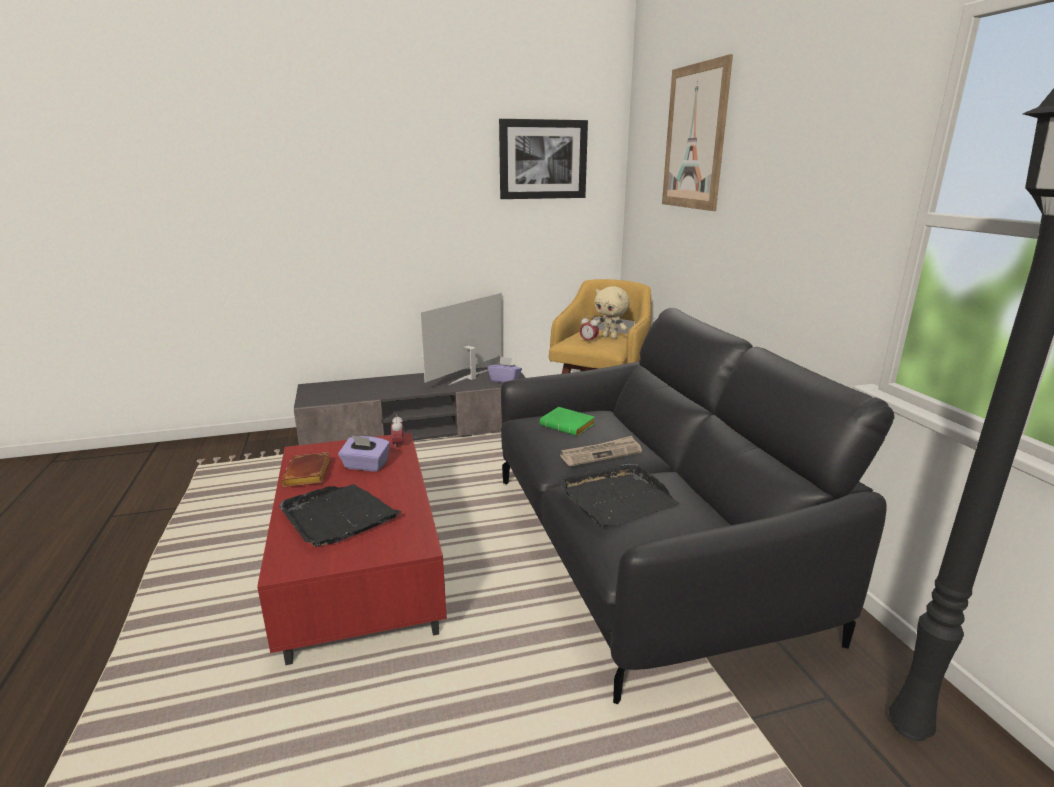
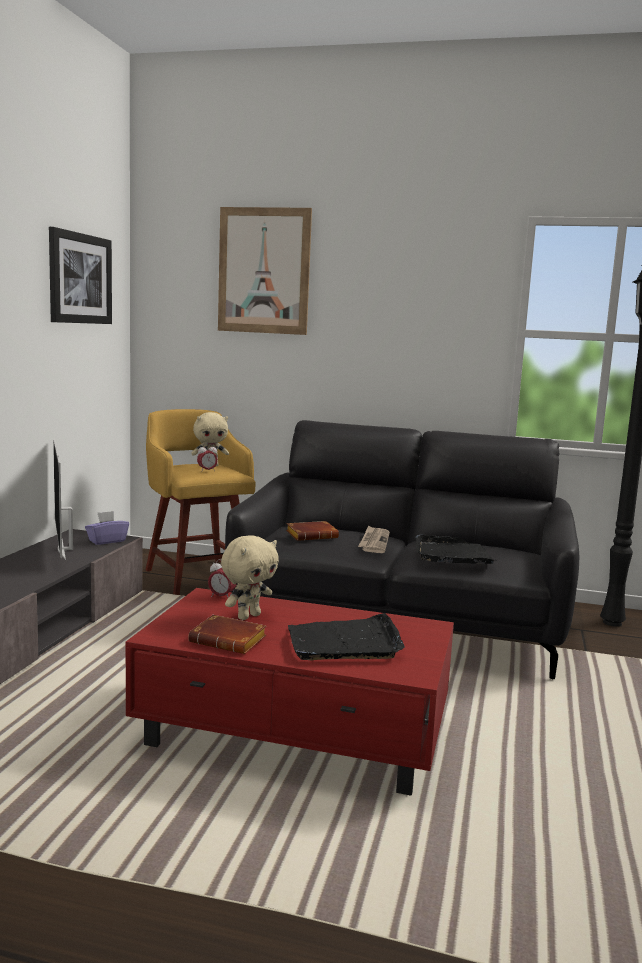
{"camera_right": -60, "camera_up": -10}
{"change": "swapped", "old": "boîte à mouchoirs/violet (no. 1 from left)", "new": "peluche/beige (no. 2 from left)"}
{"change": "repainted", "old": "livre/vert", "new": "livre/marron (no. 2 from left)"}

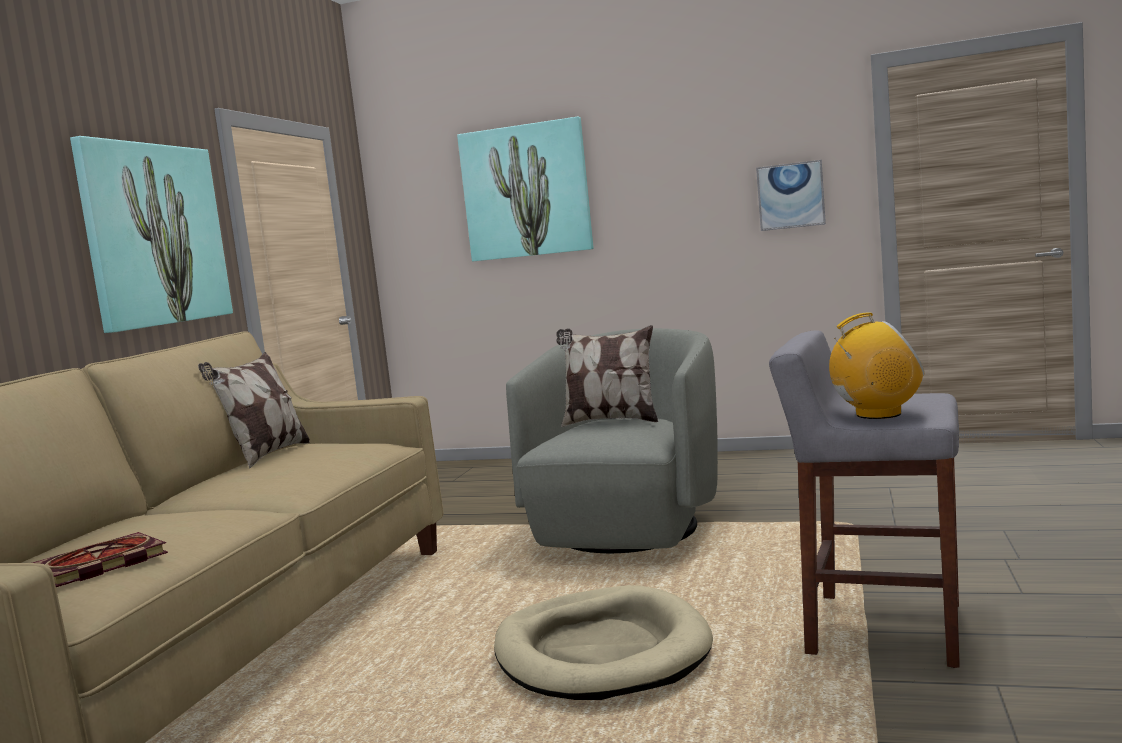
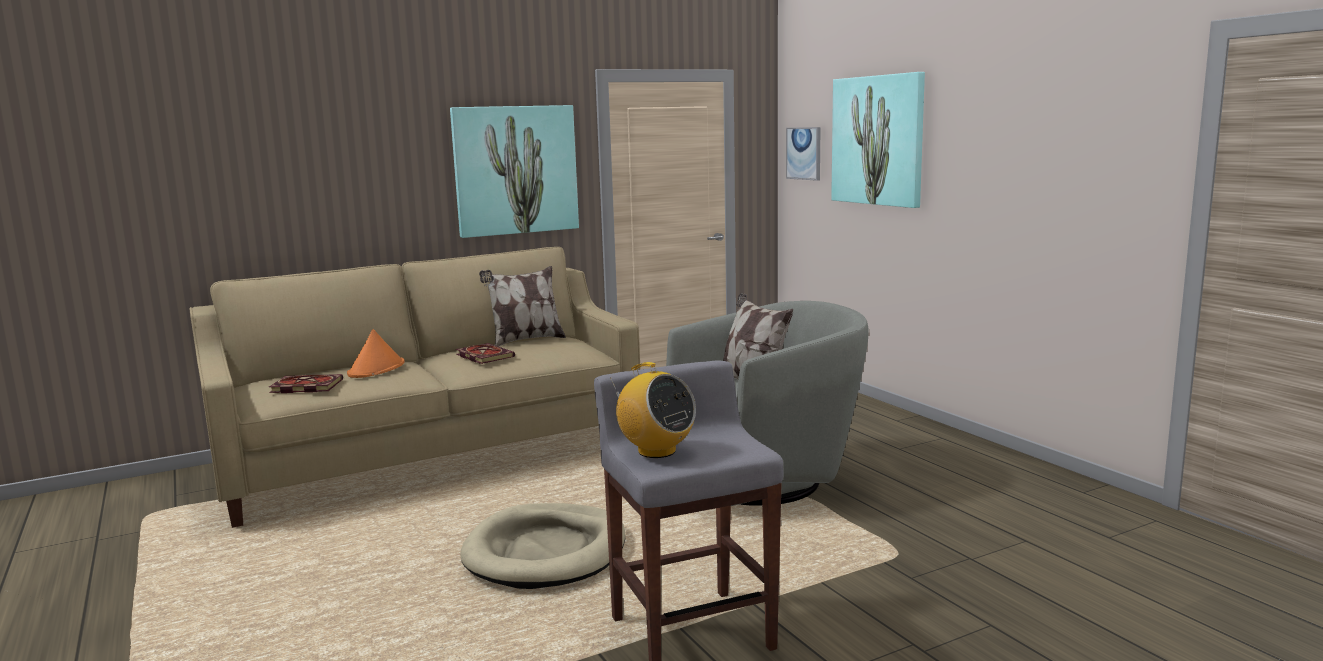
{"camera_right": 45, "camera_up": 5}
{"change": "new", "new": "chapeau/orange"}
{"change": "new", "new": "livre (no. 2 from left)"}
{"change": "shifted", "old": "tableau (no. 3 from left in the first image)", "new": "tableau (no. 2 from left)"}

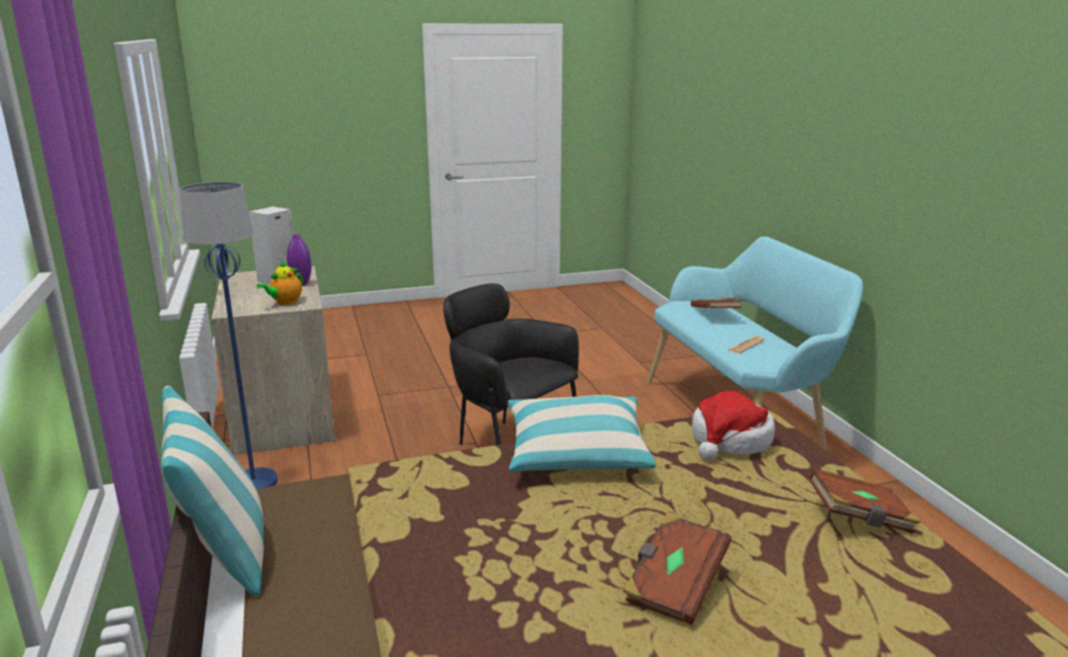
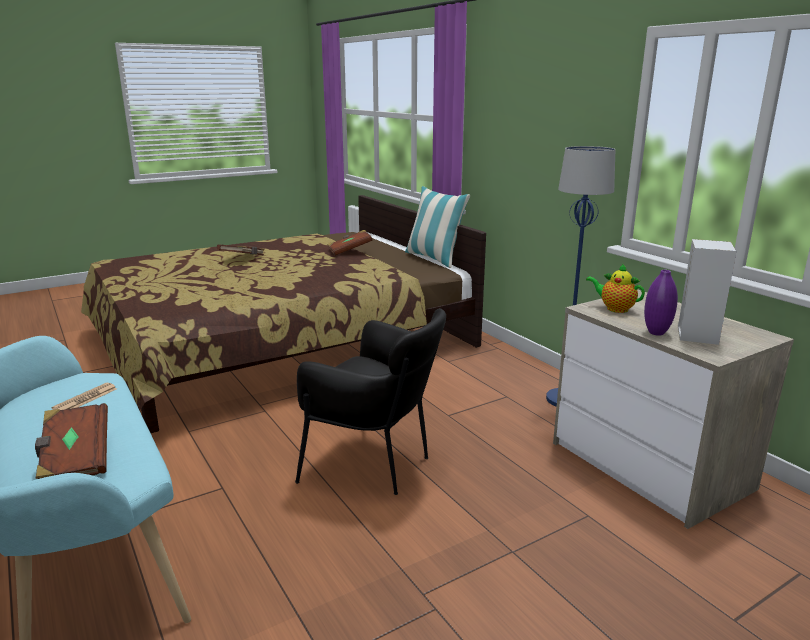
{"camera_right": 165, "camera_up": 0}
{"change": "shifted", "old": "livre/marron (no. 3 from left)"}
{"change": "rotated", "old": "théière", "degrees": -75}
{"change": "gone", "old": "coussin (no. 2 from left)"}
{"change": "gone", "old": "chapeau"}

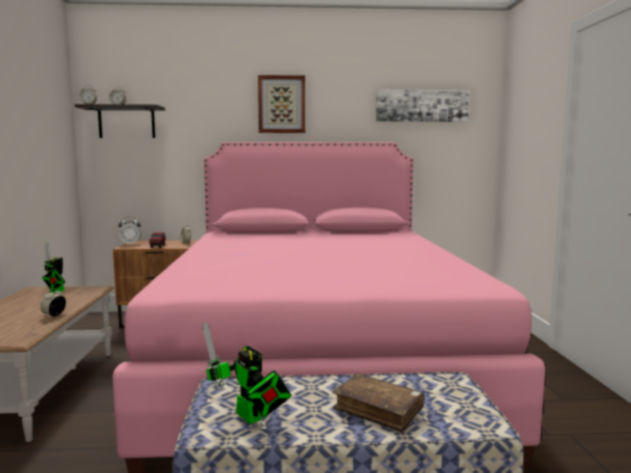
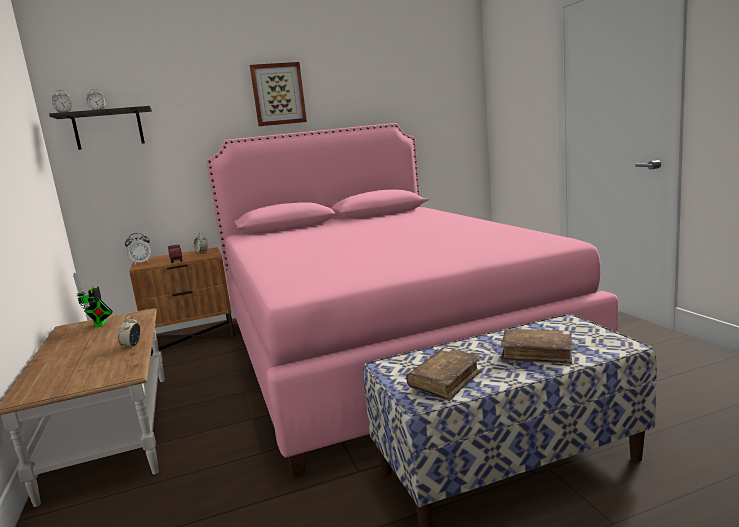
{"camera_right": -15, "camera_up": 5}
{"change": "swapped", "old": "robot jouet (no. 2 from left)", "new": "livre/marron (no. 1 from left)"}
{"change": "gone", "old": "tableau (no. 2 from left)"}

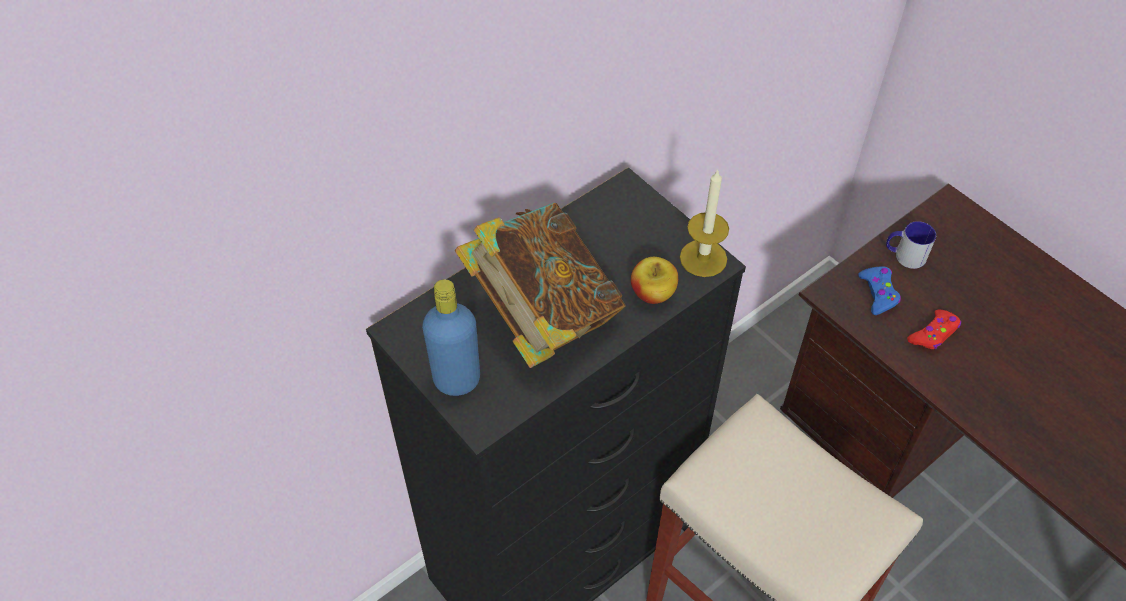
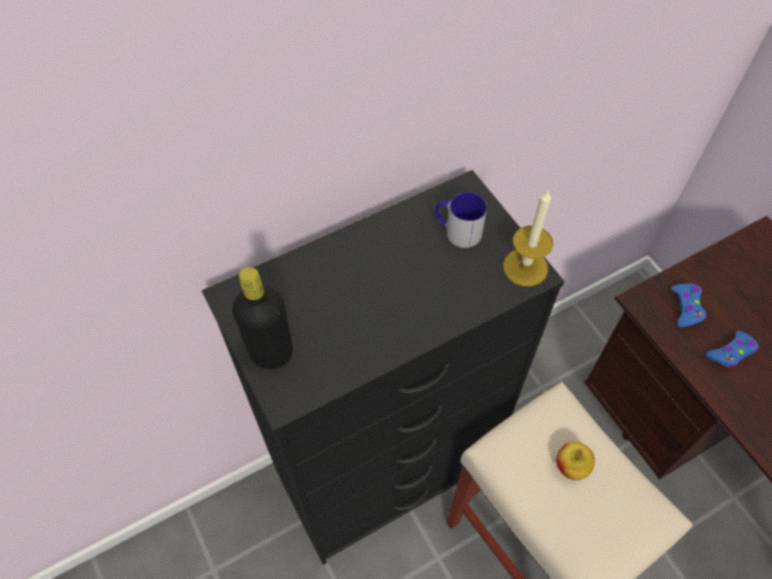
{"camera_right": 10, "camera_up": 5}
{"change": "repainted", "old": "bouteille/bleu", "new": "bouteille/noir"}
{"change": "shifted", "old": "mug"}
{"change": "shifted", "old": "pomme"}
{"change": "repainted", "old": "manette/rouge", "new": "manette/bleu (no. 2 from left)"}
{"change": "gone", "old": "livre"}

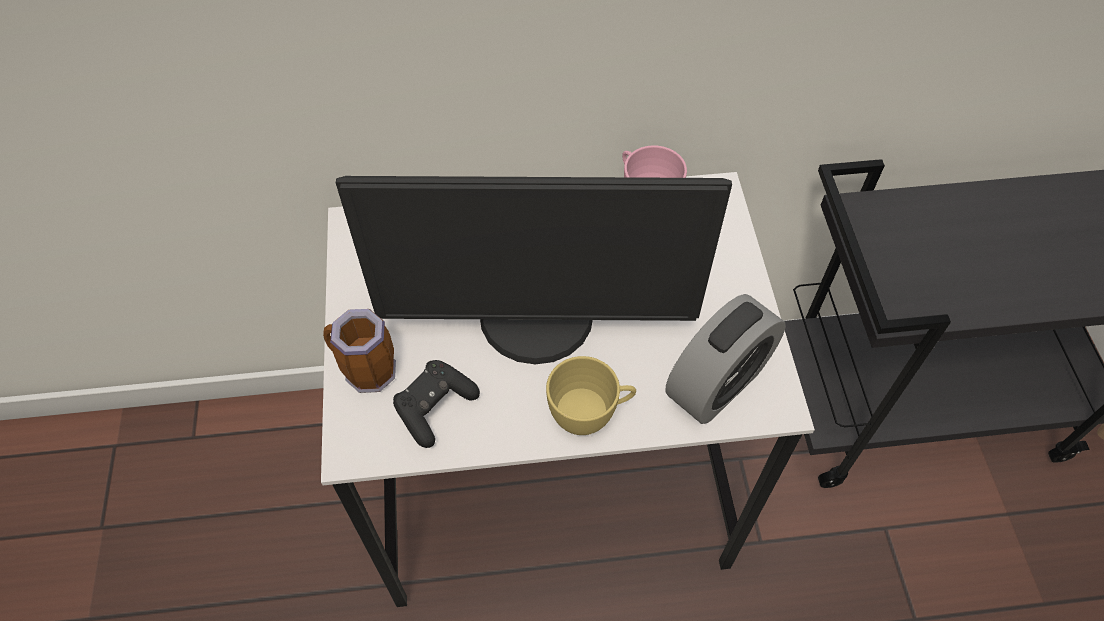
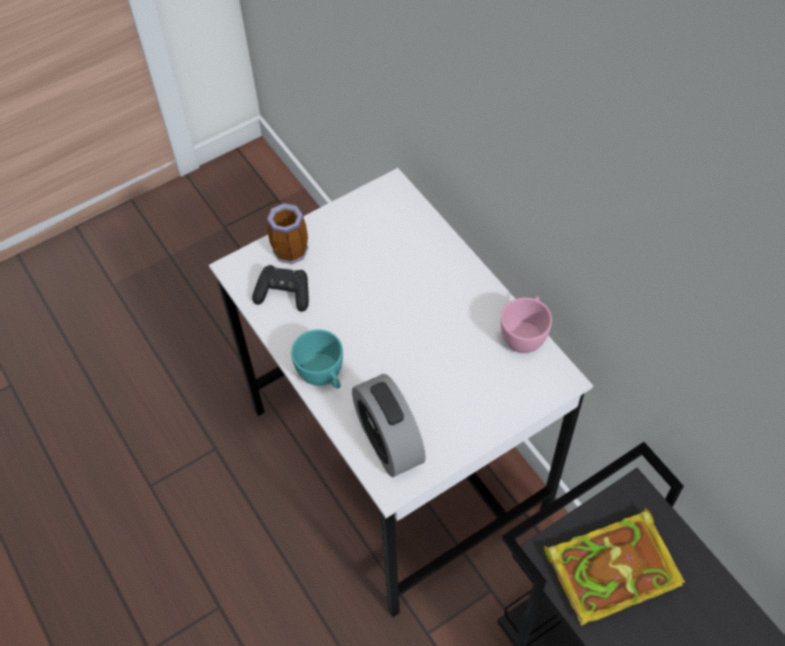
{"camera_right": 65, "camera_up": 0}
{"change": "repainted", "old": "tasse/jaune", "new": "tasse/turquoise"}
{"change": "rotated", "old": "réveil", "degrees": 45}
{"change": "new", "new": "livre"}
{"change": "gone", "old": "écran d'ordinateur"}

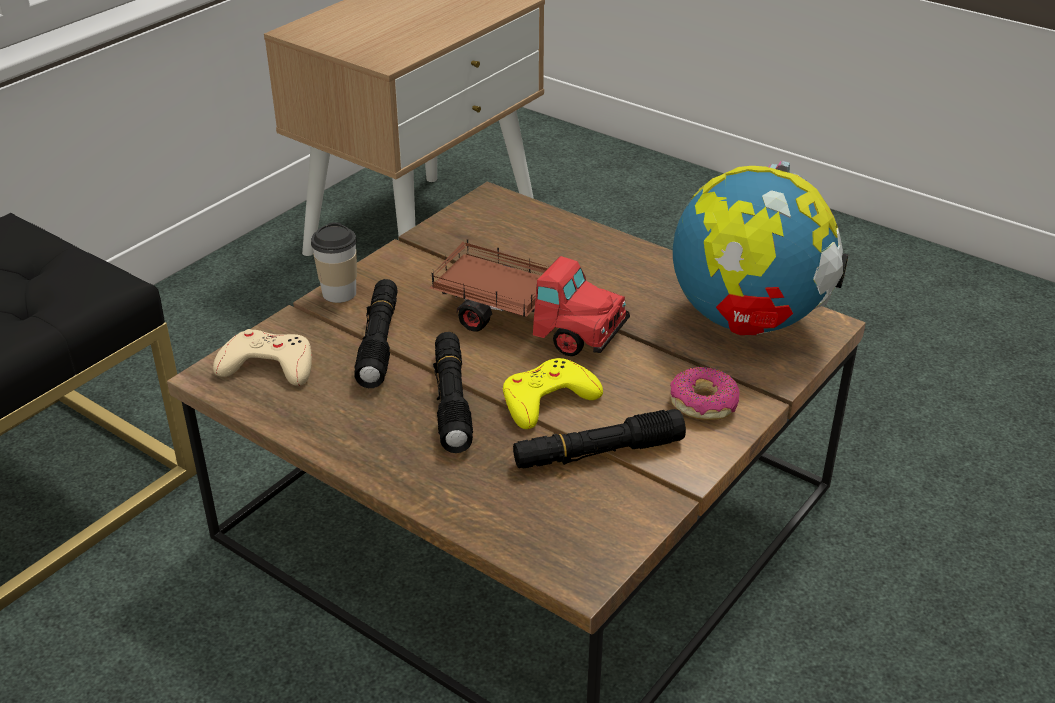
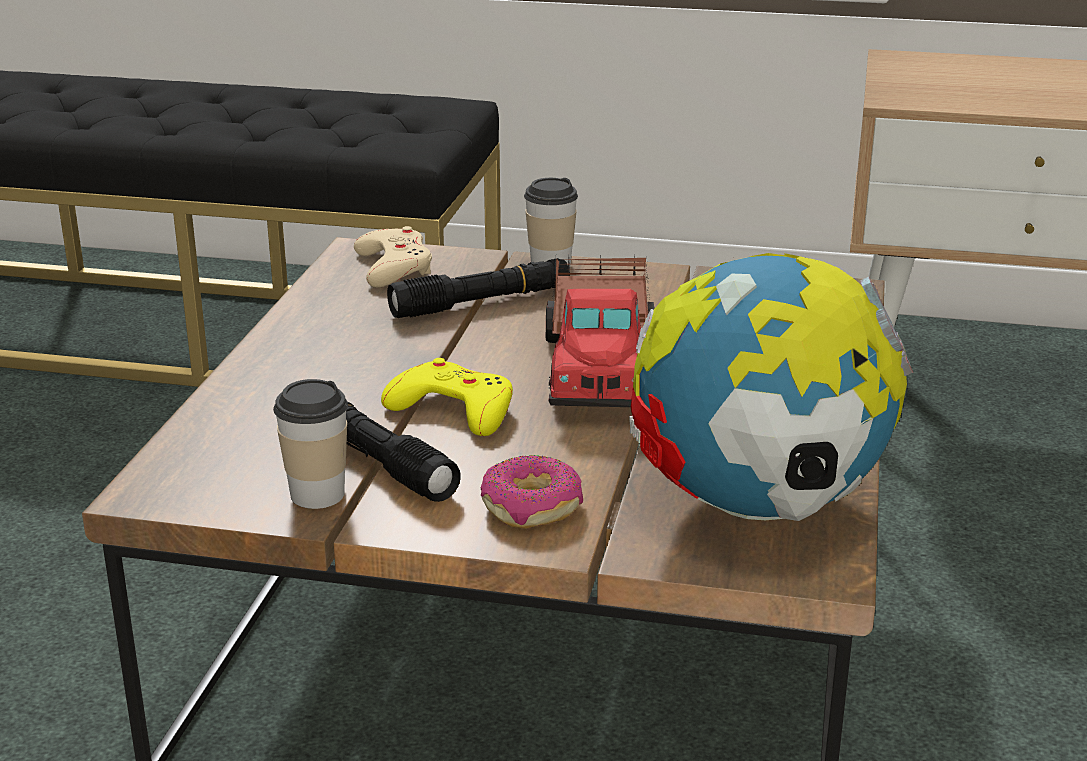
{"camera_right": 65, "camera_up": -10}
{"change": "new", "new": "tasse (no. 1 from left)"}
{"change": "gone", "old": "lampe de poche/noir (no. 2 from left)"}

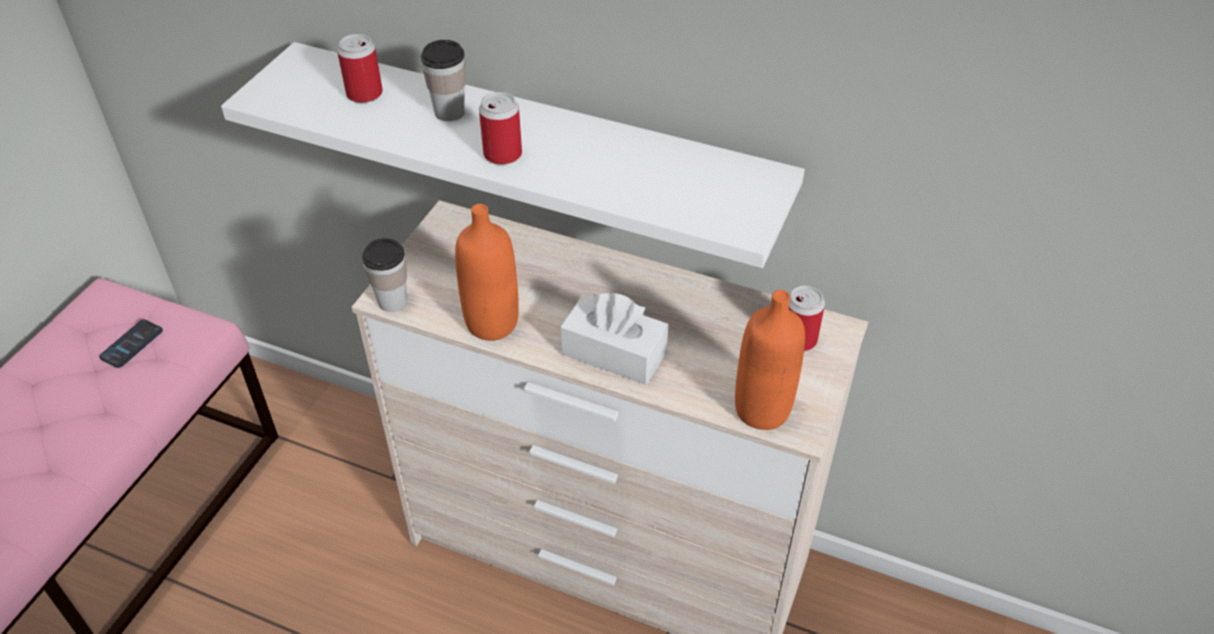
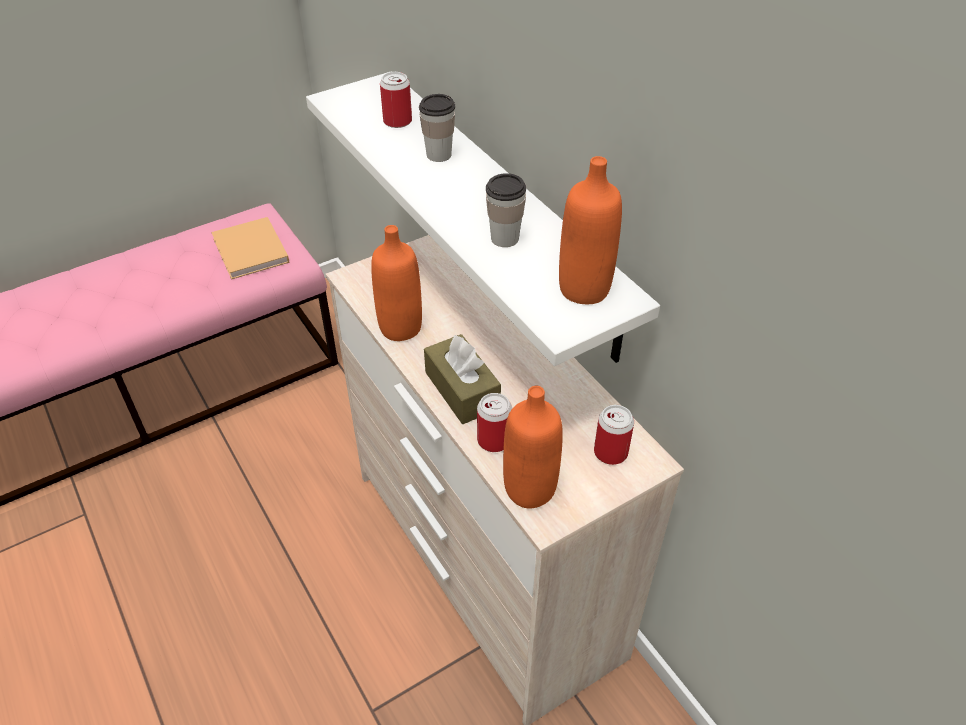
{"camera_right": 35, "camera_up": 0}
{"change": "swapped", "old": "téléphone", "new": "livre/beige"}
{"change": "repainted", "old": "boîte à mouchoirs/blanc", "new": "boîte à mouchoirs/marron"}
{"change": "shifted", "old": "boîte métallique (no. 2 from left)"}
{"change": "shifted", "old": "tasse (no. 1 from left in the first image)", "new": "tasse (no. 2 from left)"}
{"change": "new", "new": "bouteille/orange (no. 3 from left)"}

